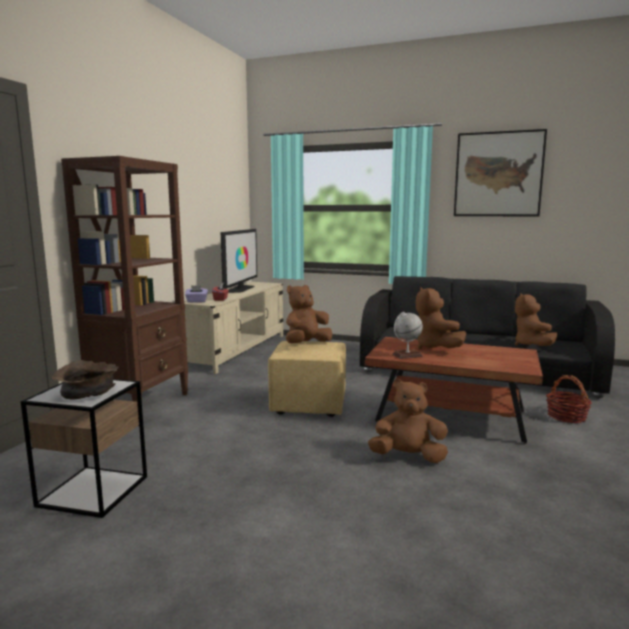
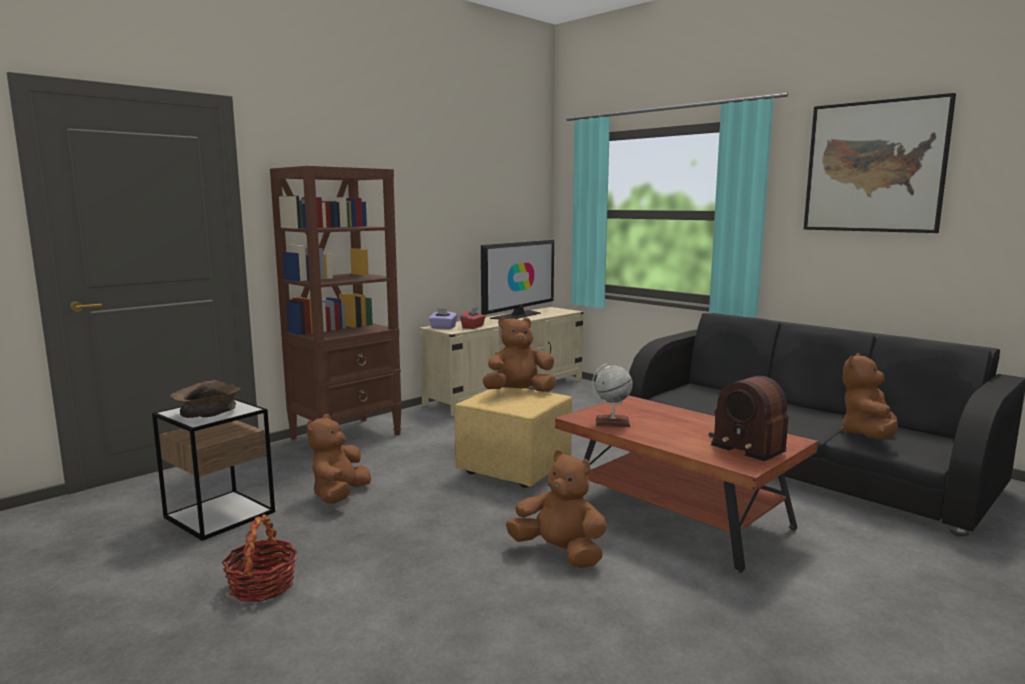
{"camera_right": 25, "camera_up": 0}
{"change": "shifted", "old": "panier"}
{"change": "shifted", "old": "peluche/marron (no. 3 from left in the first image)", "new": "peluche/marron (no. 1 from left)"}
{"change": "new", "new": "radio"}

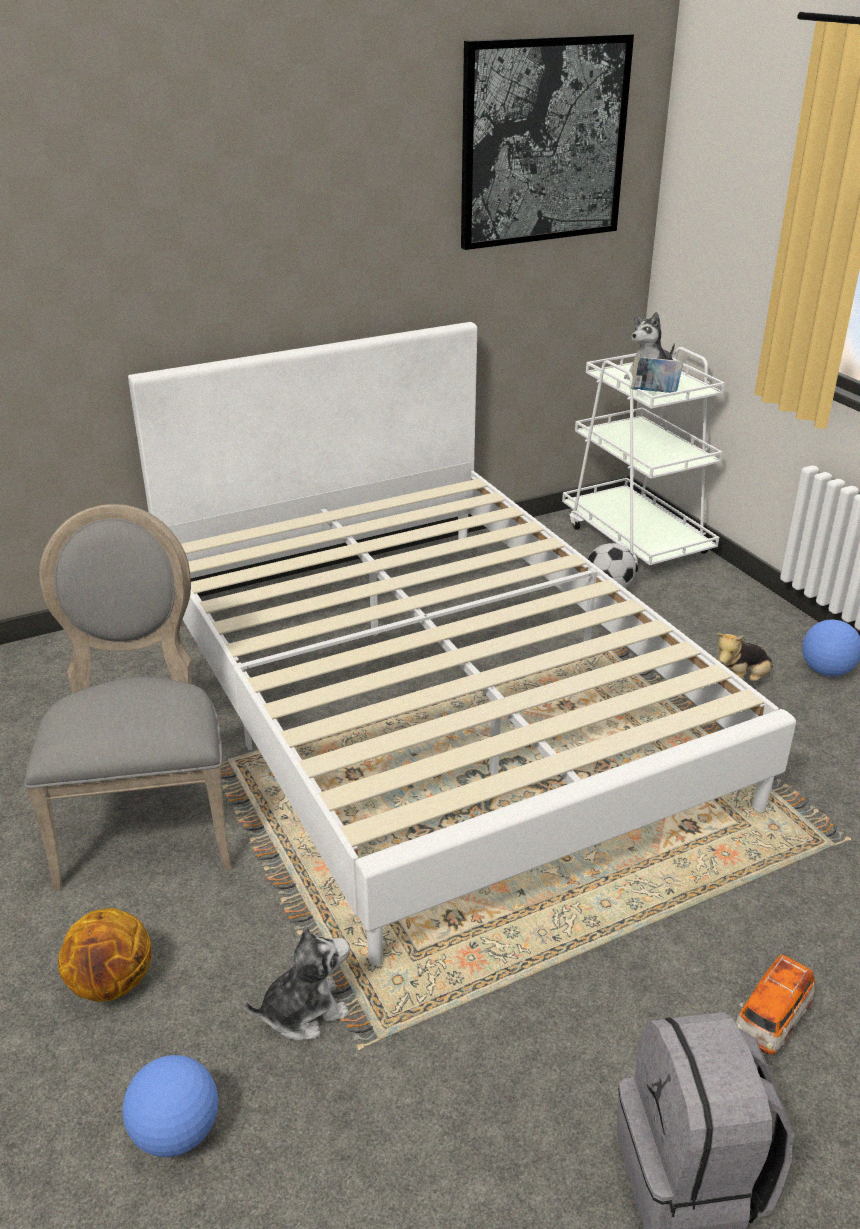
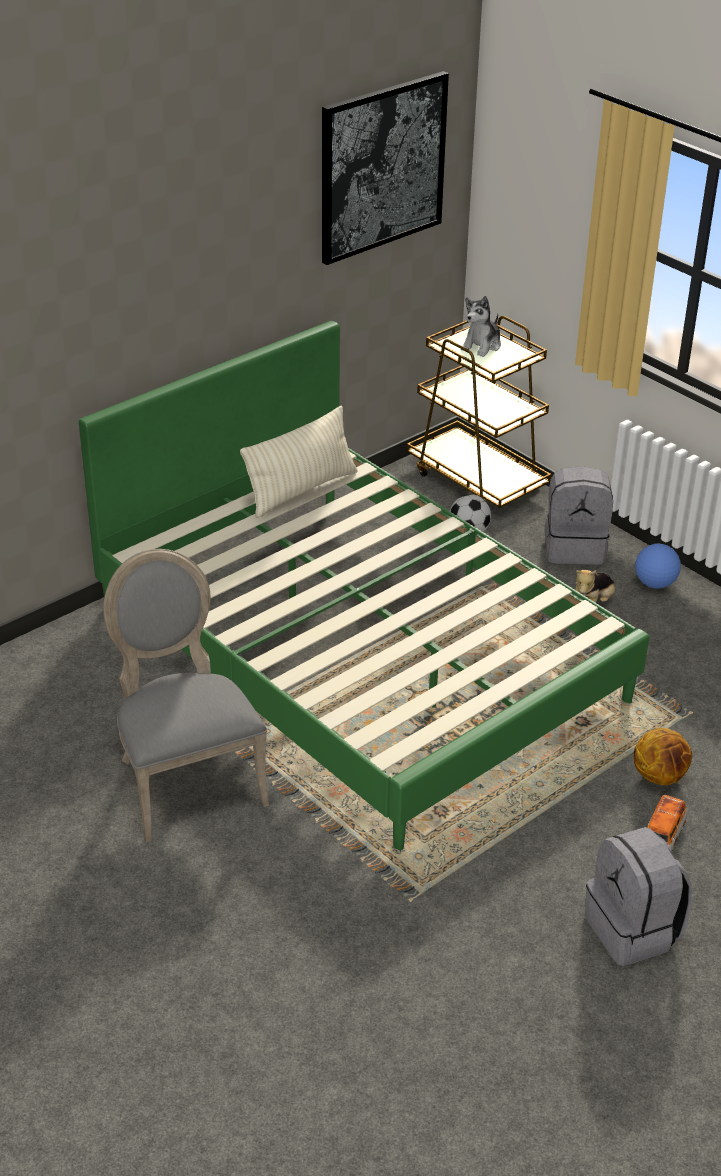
{"camera_right": -15, "camera_up": 5}
{"change": "repainted", "old": "lit/blanc", "new": "lit/vert"}
{"change": "new", "new": "coussin/beige"}
{"change": "repainted", "old": "chariot/blanc", "new": "chariot/marron"}
{"change": "new", "new": "sac à dos/gris (no. 1 from left)"}
{"change": "shifted", "old": "ballon de basket"}
{"change": "gone", "old": "ballon de foot (no. 1 from left)"}
{"change": "gone", "old": "peluche (no. 1 from left)"}
{"change": "gone", "old": "livre"}

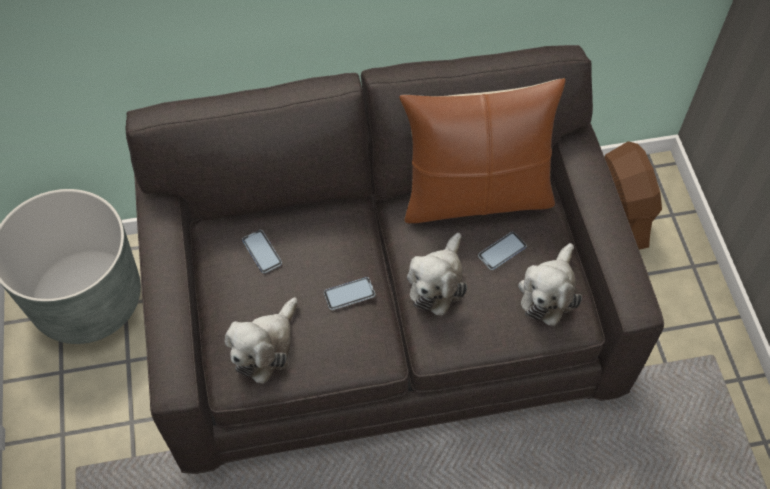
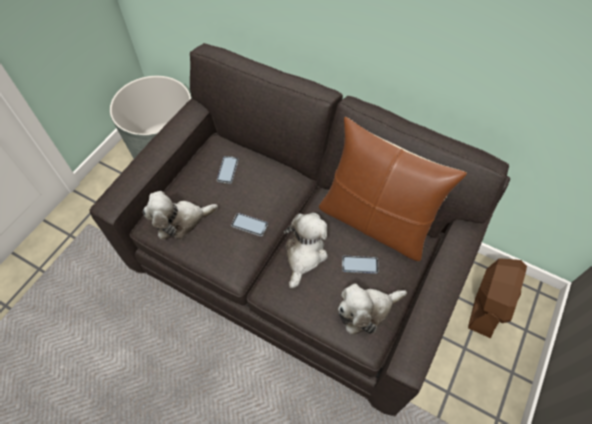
{"camera_right": 40, "camera_up": 0}
{"change": "rotated", "old": "peluche (no. 2 from left)", "degrees": 135}

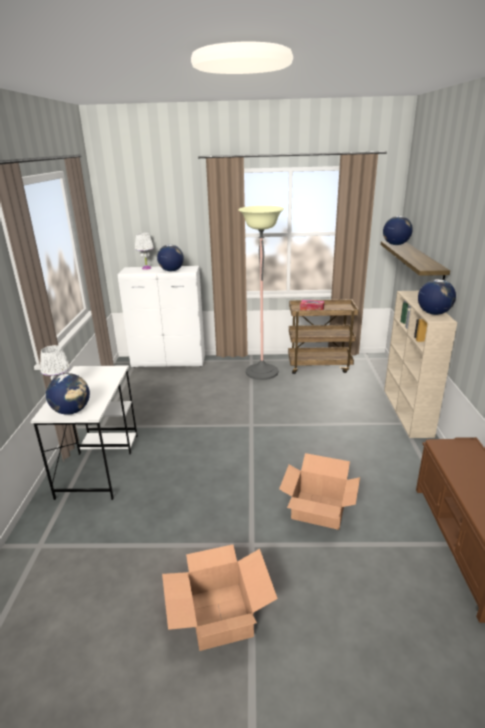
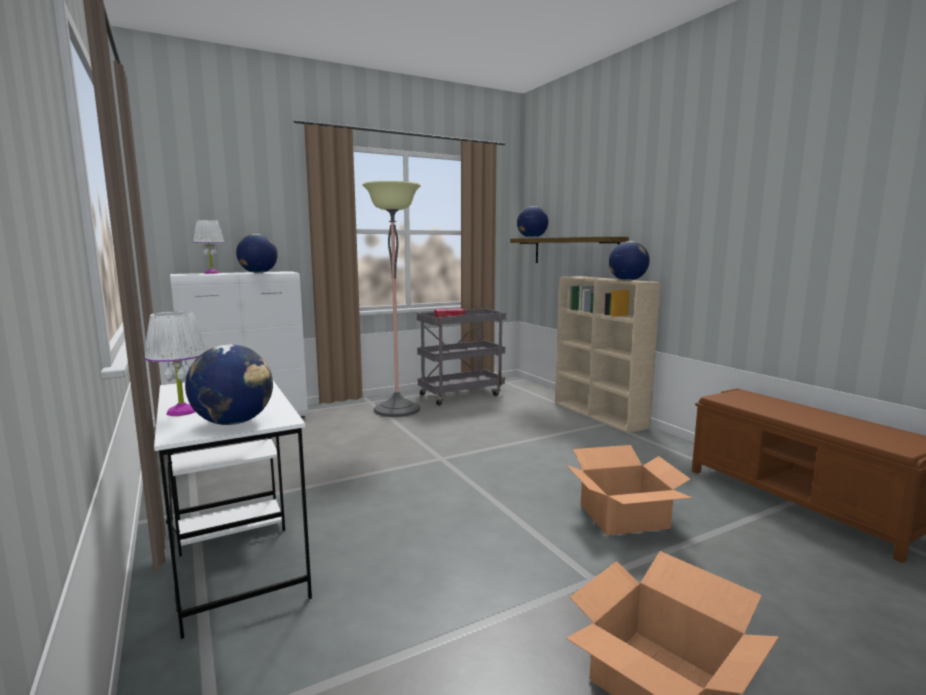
{"camera_right": -30, "camera_up": -15}
{"change": "repainted", "old": "chariot/marron", "new": "chariot/gris"}

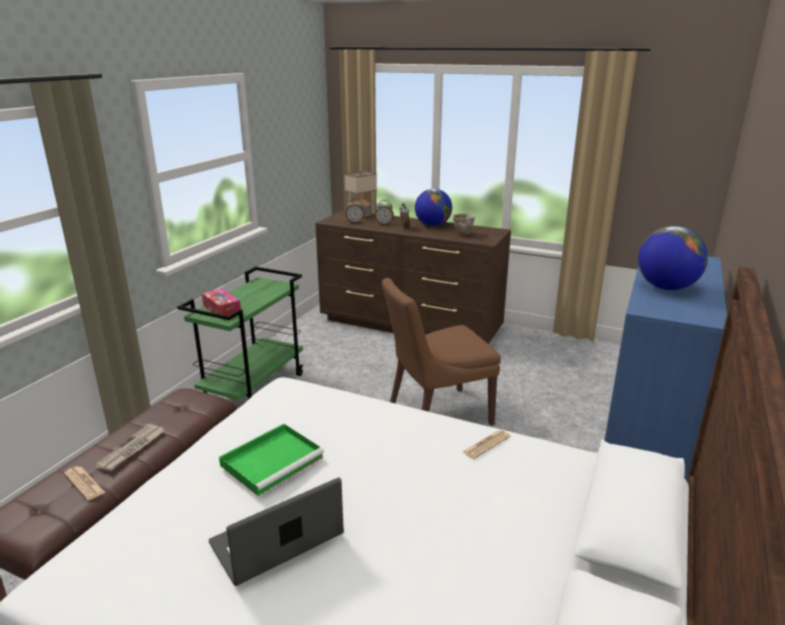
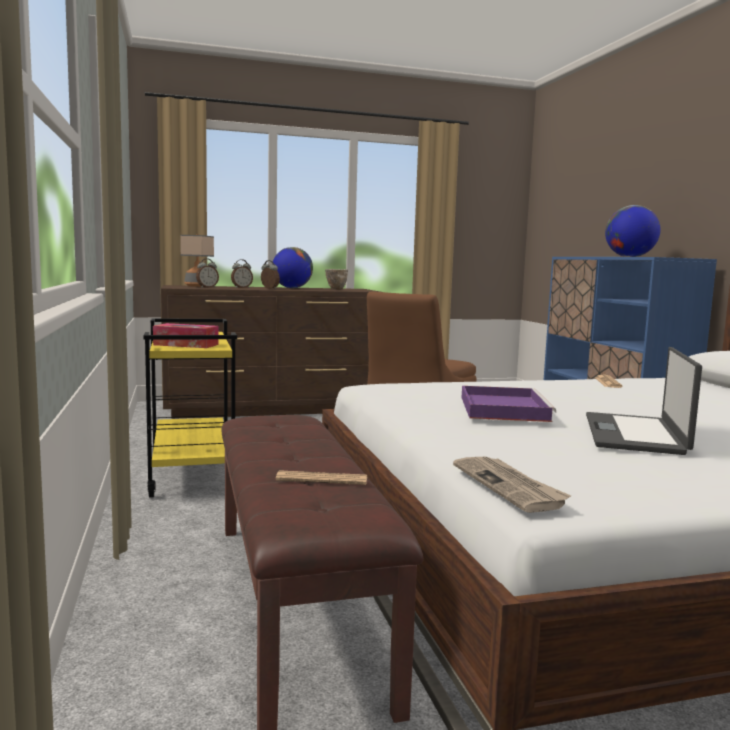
{"camera_right": -40, "camera_up": -15}
{"change": "repainted", "old": "chariot/vert", "new": "chariot/jaune"}
{"change": "shifted", "old": "journal (no. 2 from left)"}
{"change": "repainted", "old": "plateau/vert", "new": "plateau/violet"}

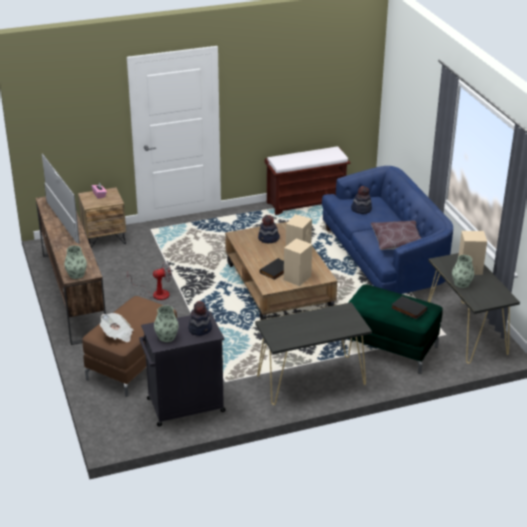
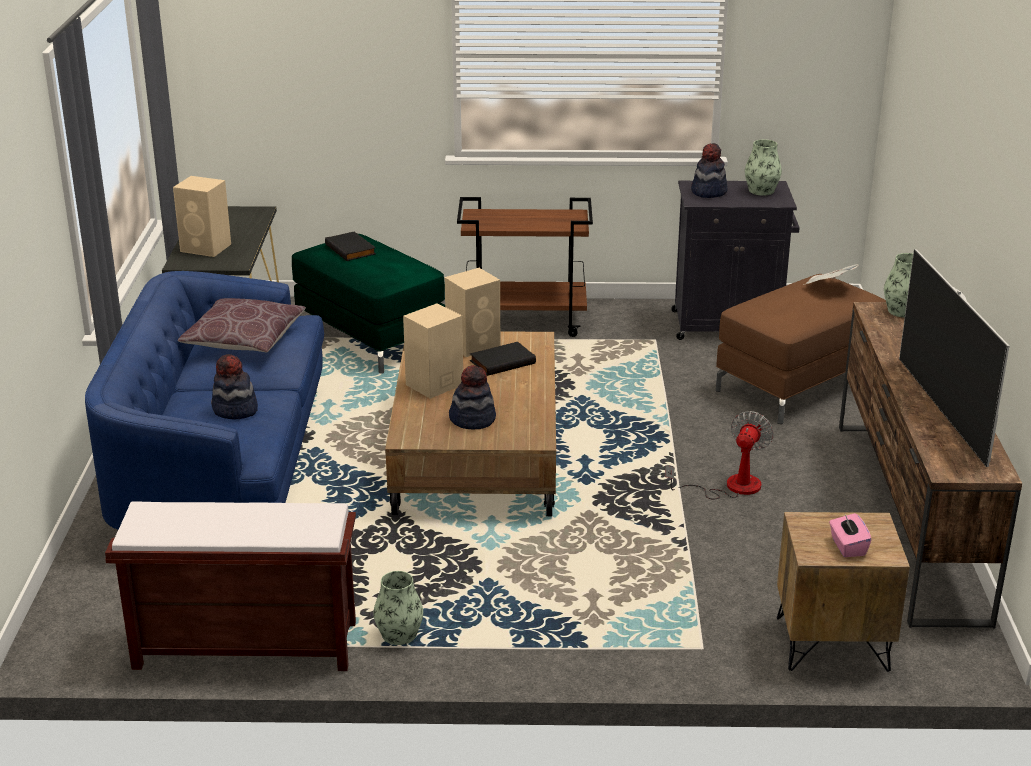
{"camera_right": -160, "camera_up": -5}
{"change": "shifted", "old": "vase (no. 3 from left in the first image)", "new": "vase (no. 1 from left)"}
{"change": "swapped", "old": "table console/noir (no. 1 from left)", "new": "chariot/marron"}
{"change": "rotated", "old": "ventilateur", "degrees": 120}

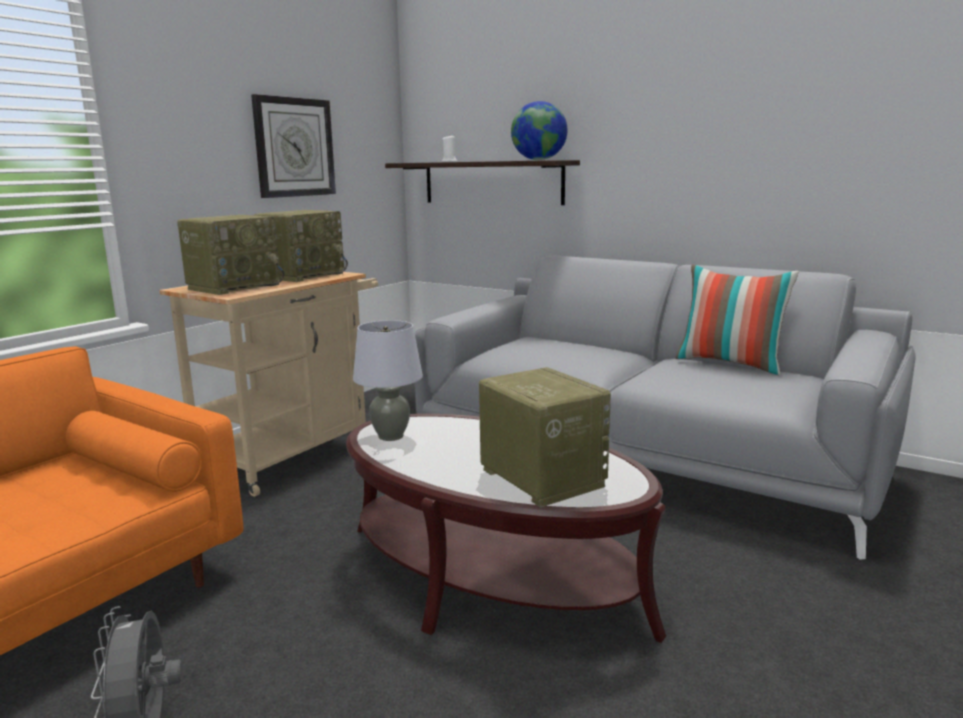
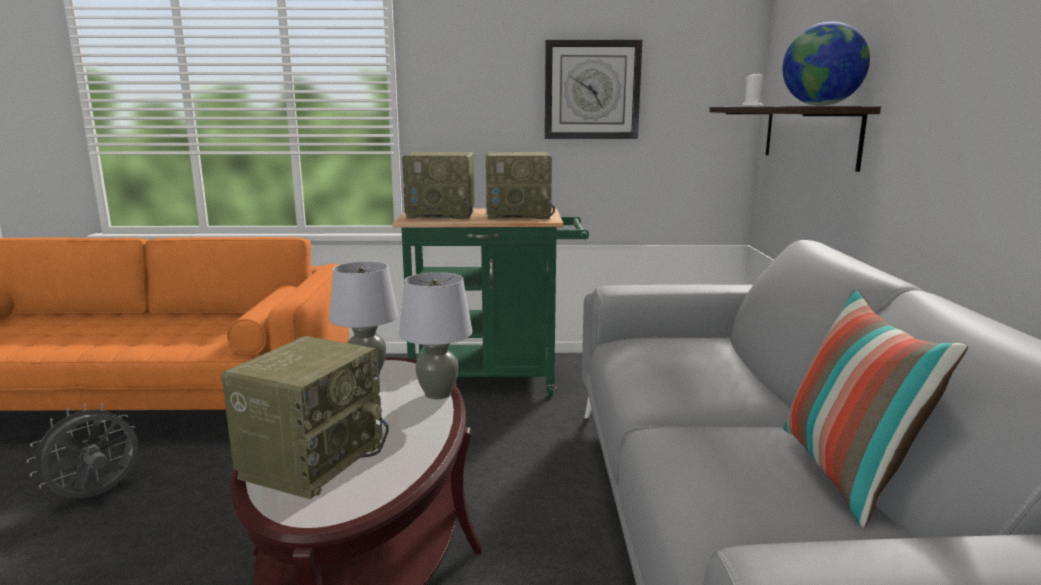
{"camera_right": 55, "camera_up": 0}
{"change": "repainted", "old": "chariot/beige", "new": "chariot/vert"}
{"change": "new", "new": "lampe de table/gris (no. 2 from left)"}

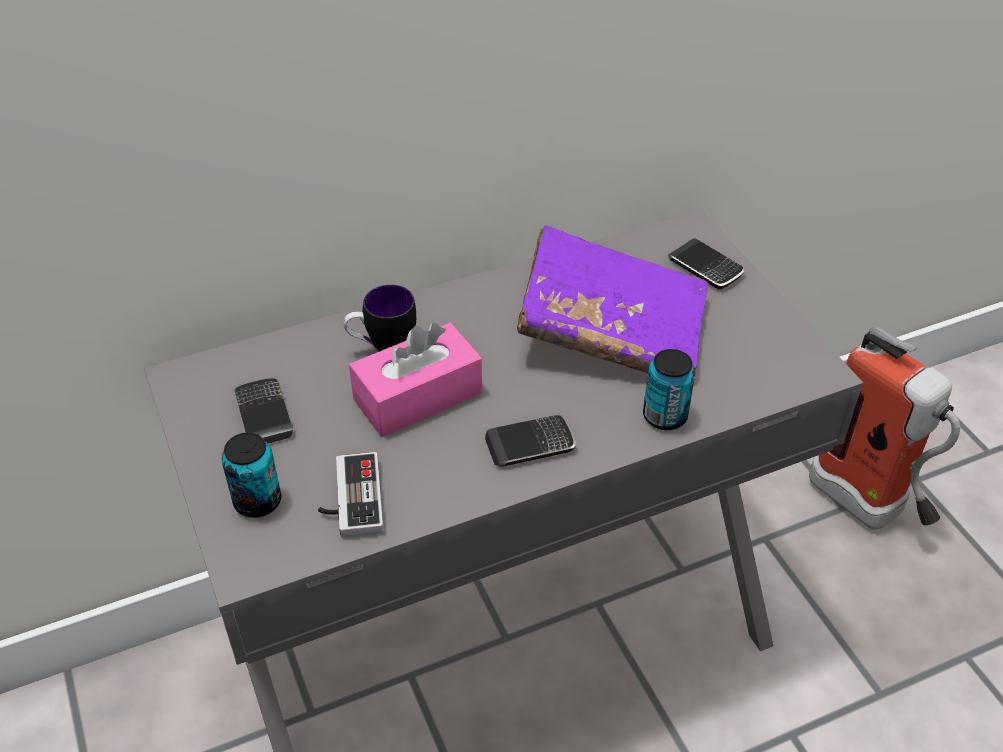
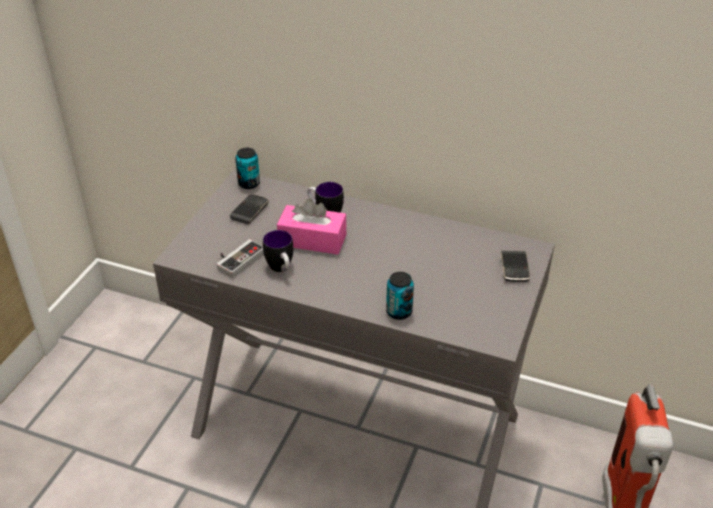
{"camera_right": 45, "camera_up": -5}
{"change": "shifted", "old": "boîte métallique (no. 1 from left)"}
{"change": "new", "new": "mug (no. 1 from left)"}
{"change": "gone", "old": "téléphone (no. 2 from left)"}
{"change": "gone", "old": "livre/violet"}

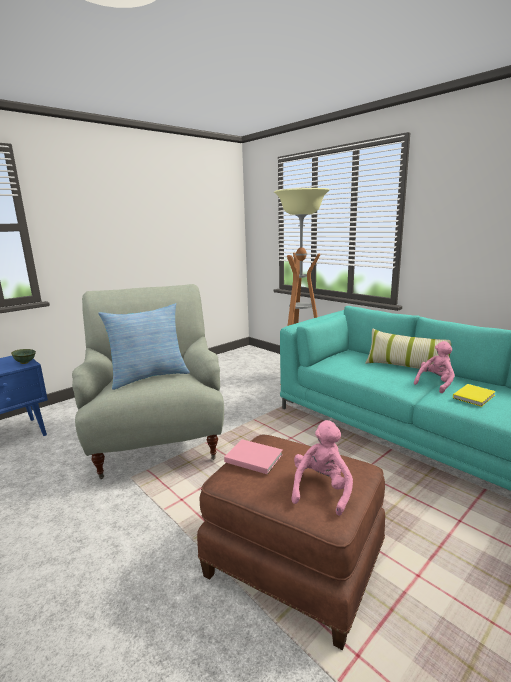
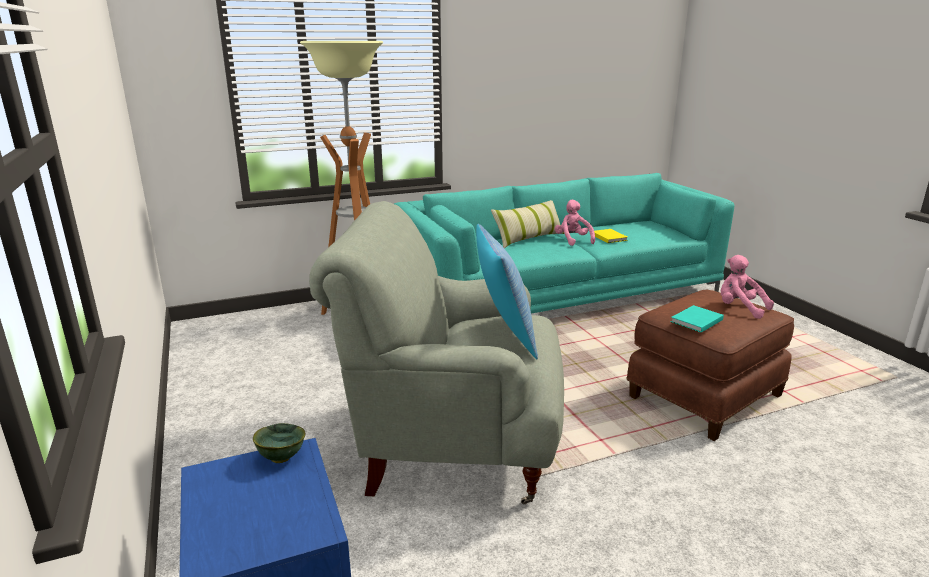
{"camera_right": -70, "camera_up": 5}
{"change": "repainted", "old": "livre/rose", "new": "livre/turquoise"}

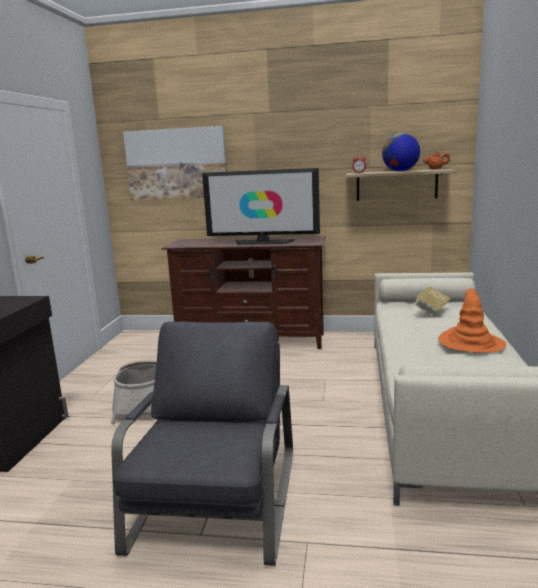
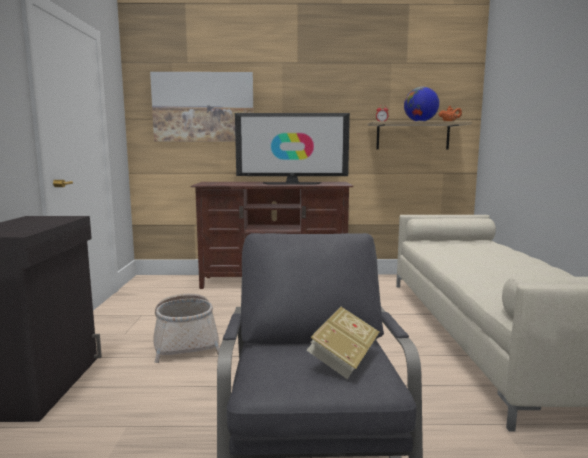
{"camera_right": -10, "camera_up": -5}
{"change": "shifted", "old": "livre"}
{"change": "gone", "old": "chapeau/orange"}

